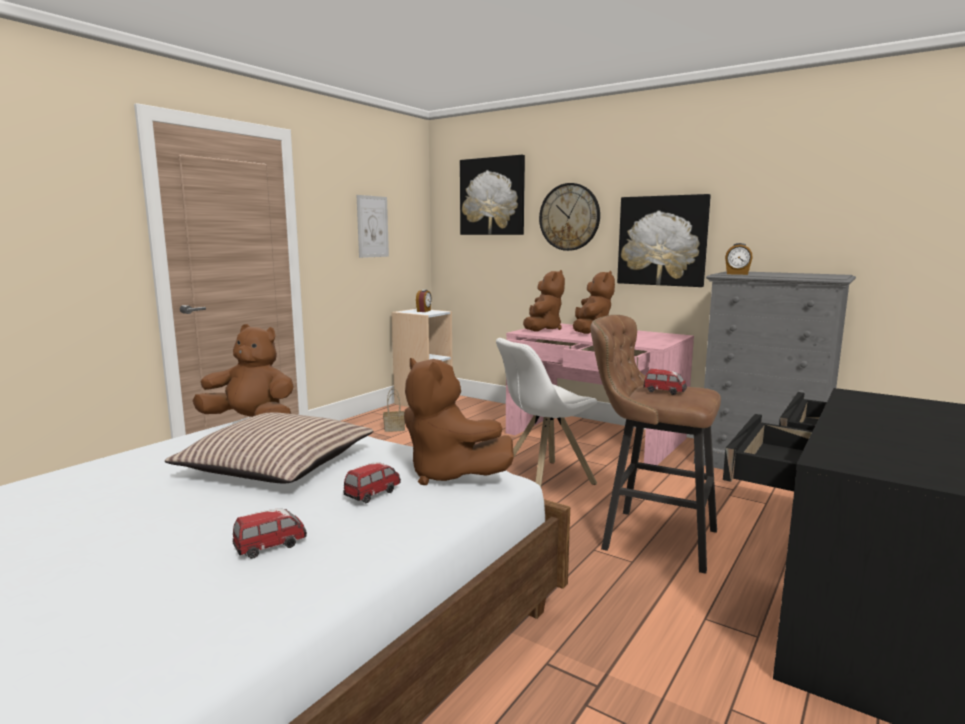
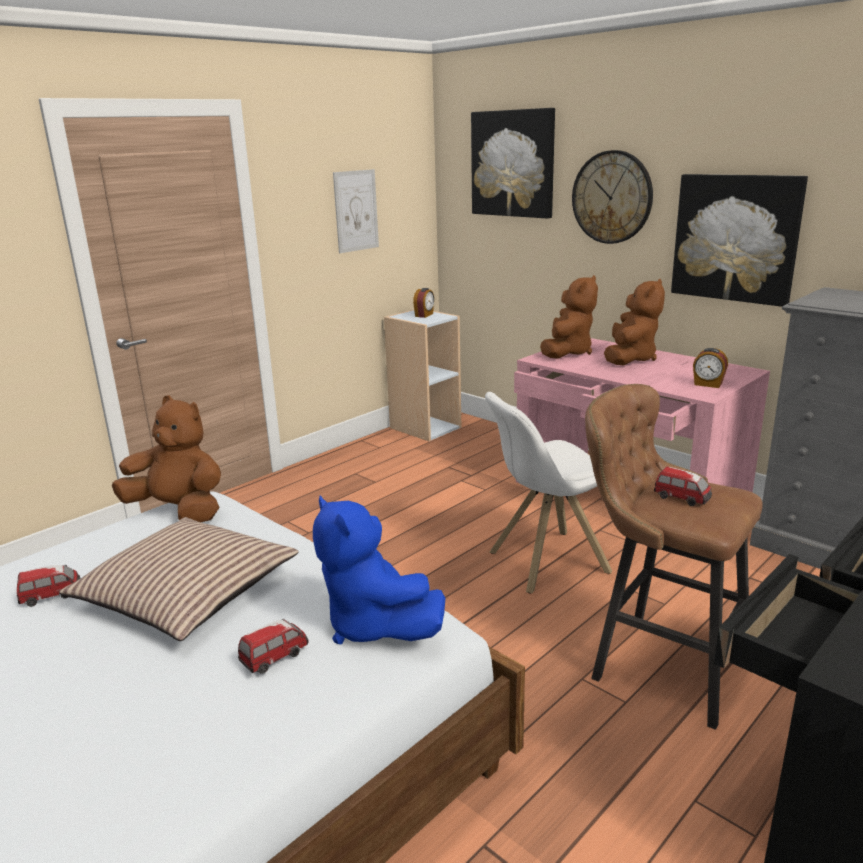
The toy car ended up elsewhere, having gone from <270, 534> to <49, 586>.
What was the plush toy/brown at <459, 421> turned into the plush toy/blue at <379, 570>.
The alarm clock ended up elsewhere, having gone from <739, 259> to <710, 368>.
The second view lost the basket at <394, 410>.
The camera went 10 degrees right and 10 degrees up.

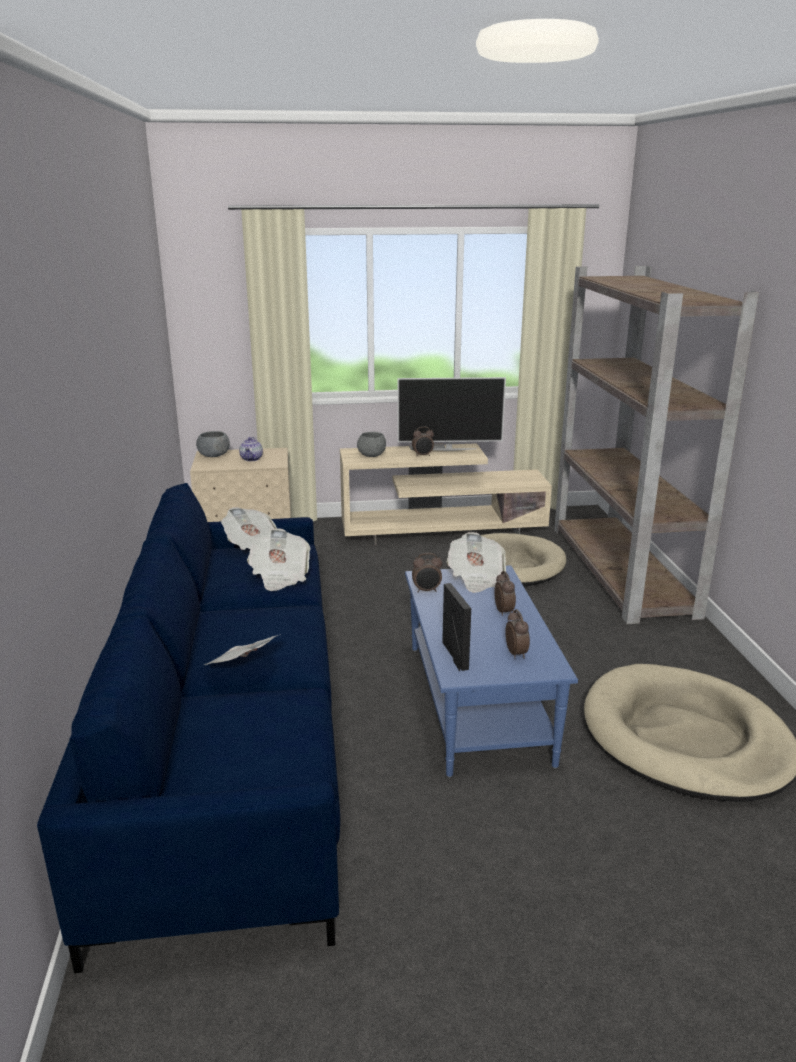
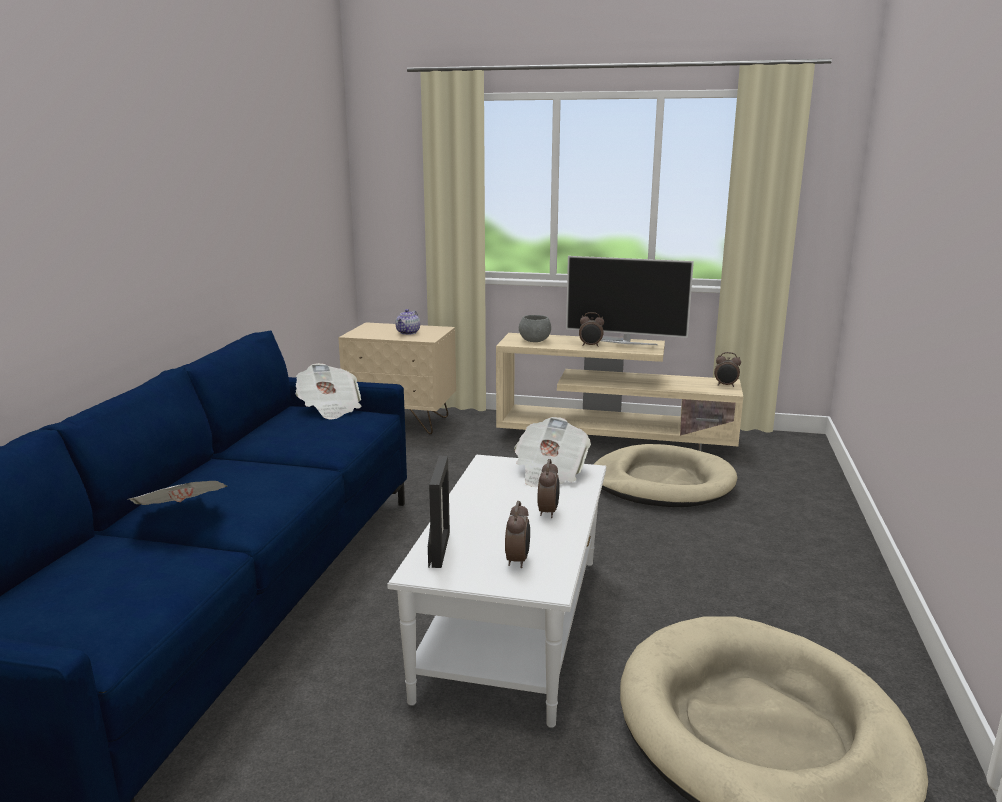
What was the coffee table/blue at <491, 671> turned into the coffee table/white at <496, 591>.
The alarm clock ended up elsewhere, having gone from <427, 572> to <727, 369>.
The second view lost the bowl/grey at <213, 444>.
The second view lost the newspaper at <279, 559>.
The second view lost the bookcase/brown at <656, 445>.
The camera went 20 degrees right and 5 degrees down.

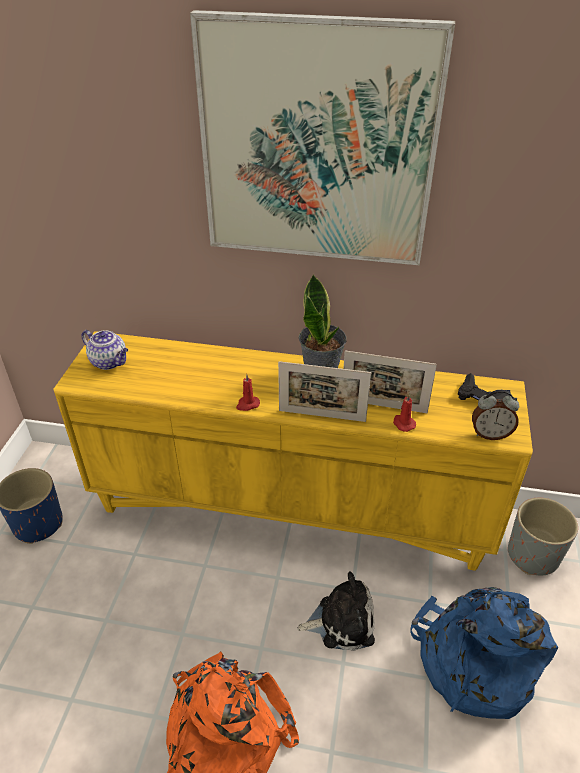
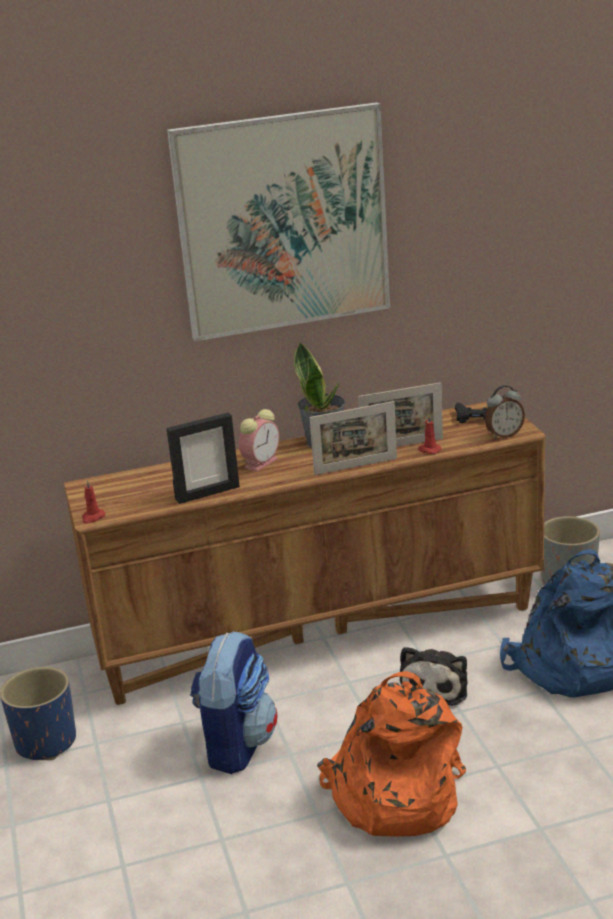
What was the dresser/yellow at <293, 451> turned into the dresser/brown at <304, 553>.
The candle/red ended up elsewhere, having gone from <248, 392> to <93, 502>.
The second view gained the picture frame at <203, 458>.
The second view gained the backpack at <234, 702>.
The second view gained the alarm clock at <259, 440>.
The plush toy at <336, 611> ended up facing another way, 135 degrees clockwise from before.
The second view lost the teapot at <104, 350>.
The camera went 25 degrees left and 15 degrees down.

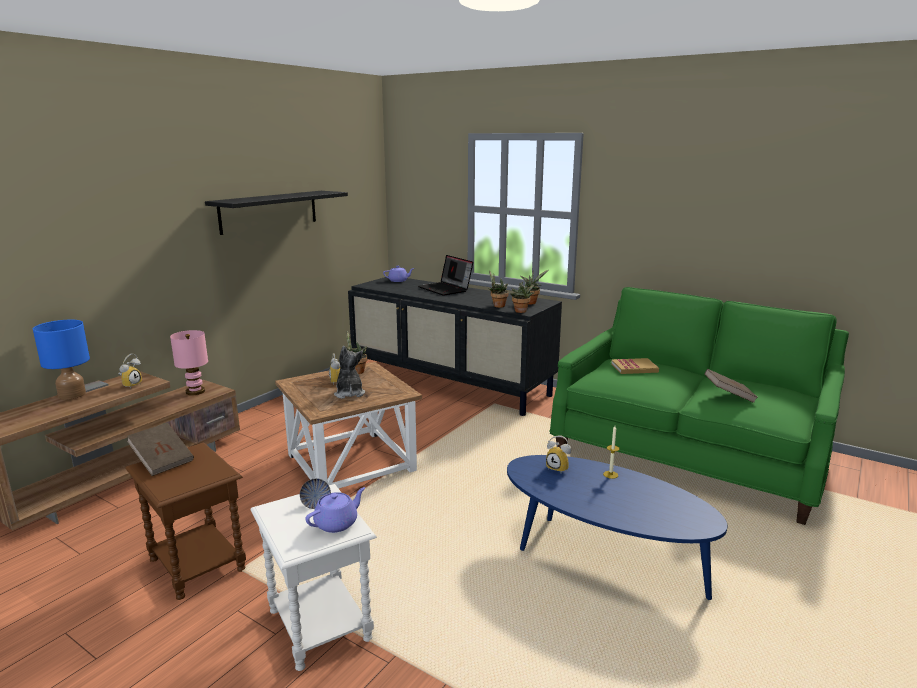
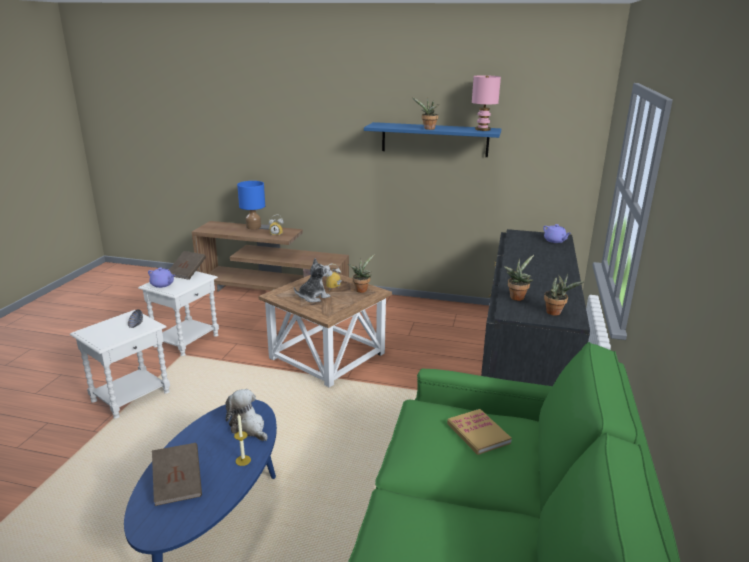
What was the side table/brown at <185, 521> turned into the side table/white at <178, 313>.
The teapot/purple ended up elsewhere, having gone from <335, 510> to <161, 278>.
The book/brown ended up elsewhere, having gone from <731, 386> to <177, 474>.
Where the alarm clock stood at <558, 453>, the plush toy came to stand at <247, 415>.
What was the shelf/black at <276, 213> turned into the shelf/blue at <432, 139>.
The potted plant ended up elsewhere, having gone from <522, 296> to <425, 113>.
The table lamp/pink ended up elsewhere, having gone from <189, 362> to <486, 103>.
The second view lost the laptop at <445, 275>.
The camera went 70 degrees right and 5 degrees up.

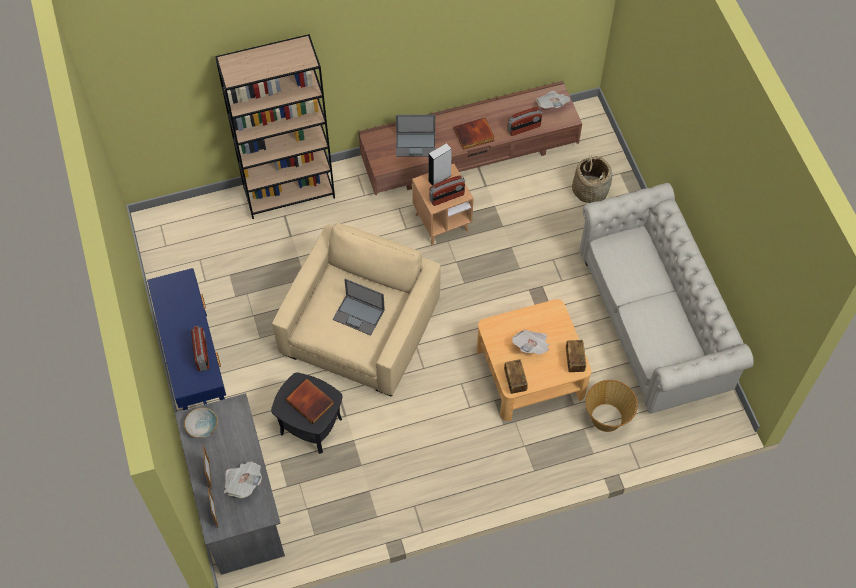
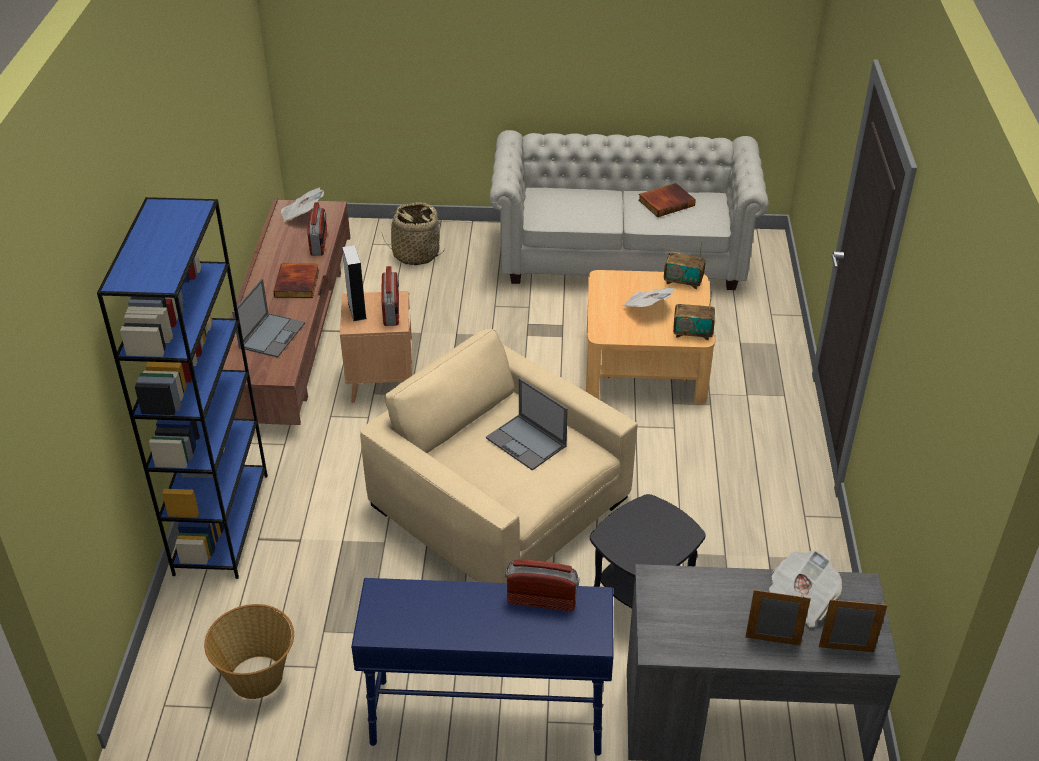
What was the bookcase/beige at <275, 126> turned into the bookcase/blue at <182, 388>.
The basket ended up elsewhere, having gone from <611, 406> to <249, 651>.
The laptop at <359, 307> ended up facing another way, 90 degrees clockwise from before.
The book ended up elsewhere, having gone from <310, 401> to <667, 200>.
The second view lost the bowl at <200, 422>.
The camera went 70 degrees left and 20 degrees down.

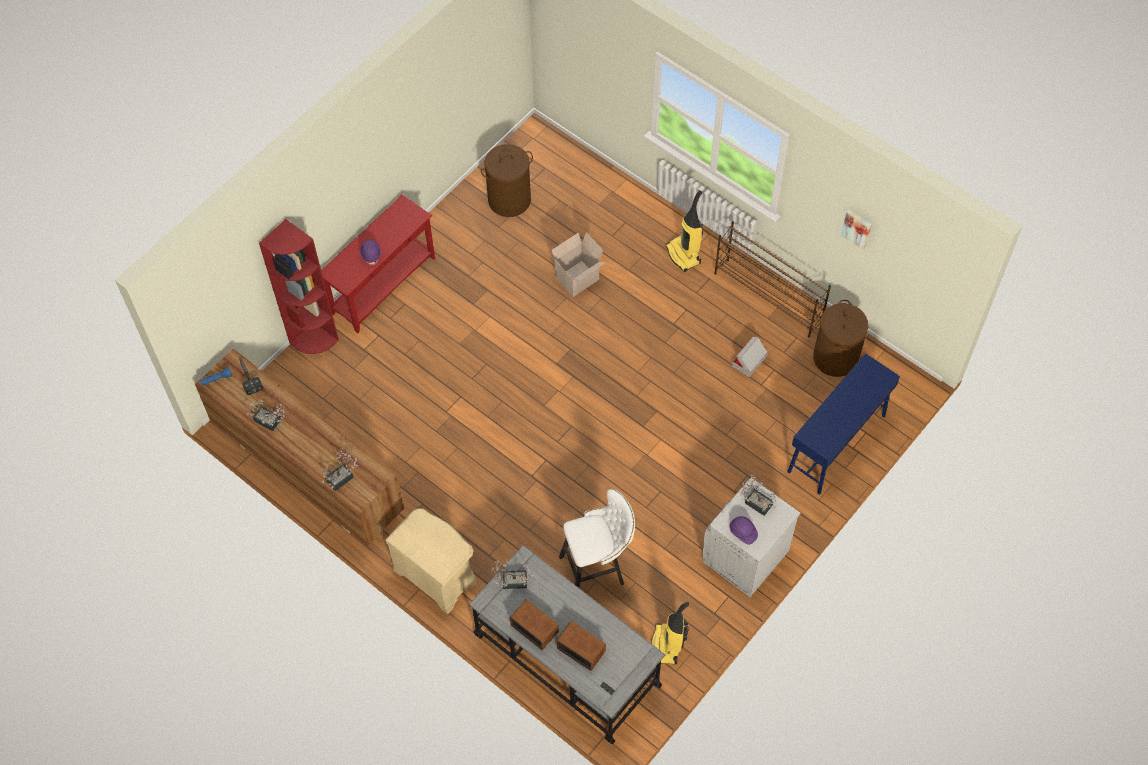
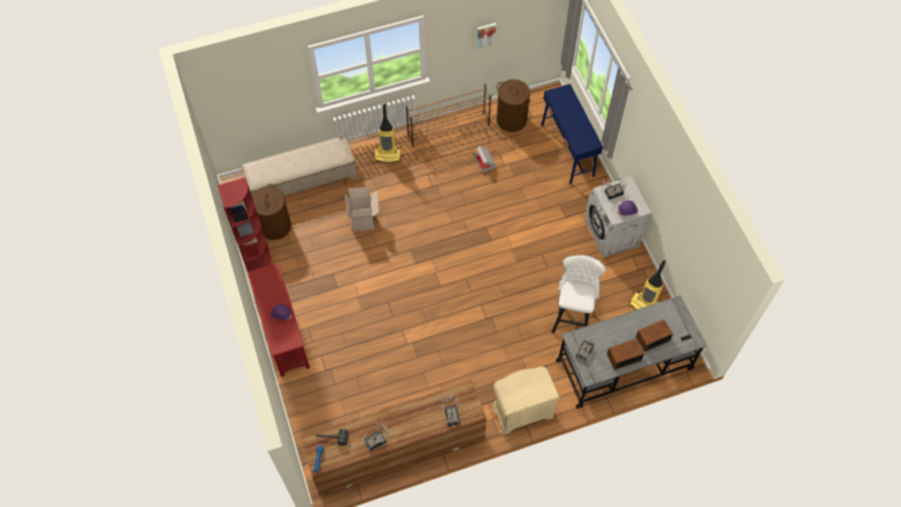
The bookcase/red ended up elsewhere, having gone from <299, 286> to <244, 224>.
The second view gained the bench/beige at <299, 166>.
The camera went 60 degrees left and 0 degrees up.

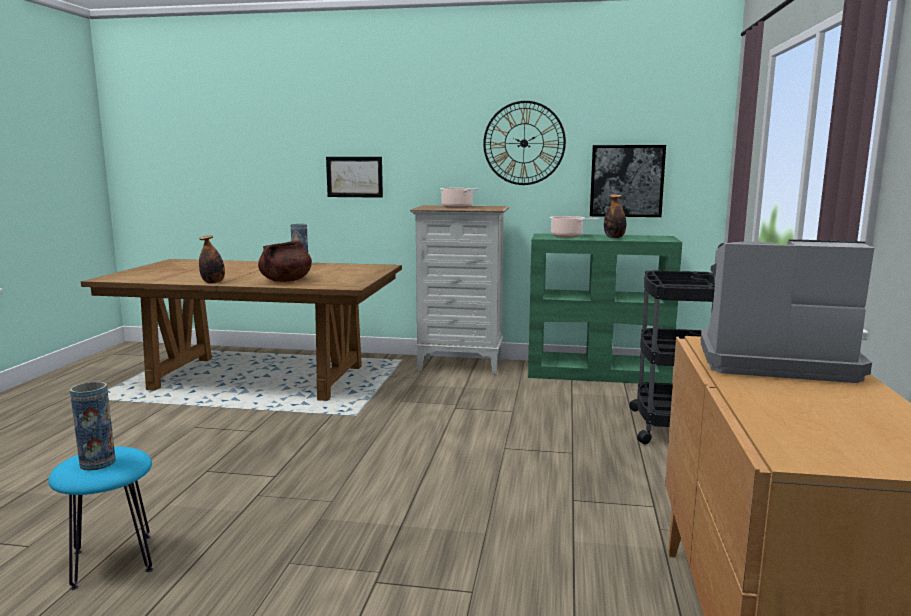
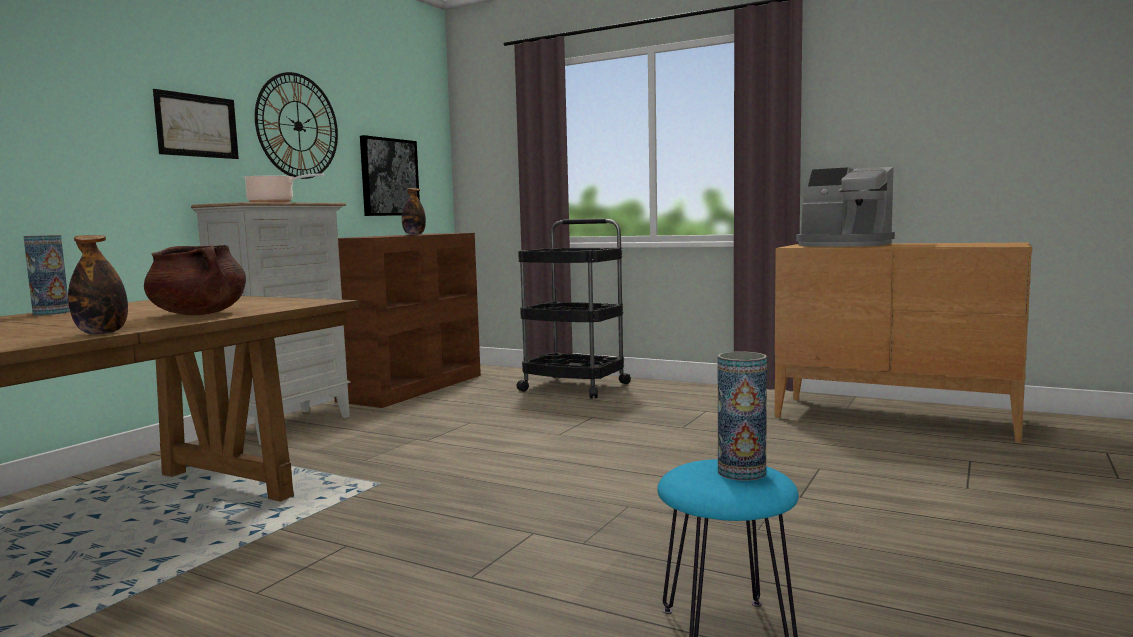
The picture ended up elsewhere, having gone from <354, 177> to <196, 124>.
What was the bookcase/green at <605, 308> turned into the bookcase/brown at <407, 320>.
The coffee machine at <787, 311> ended up facing another way, 90 degrees counterclockwise from before.
The second view lost the cooking pot at <574, 226>.
The camera went 70 degrees left and 5 degrees down.

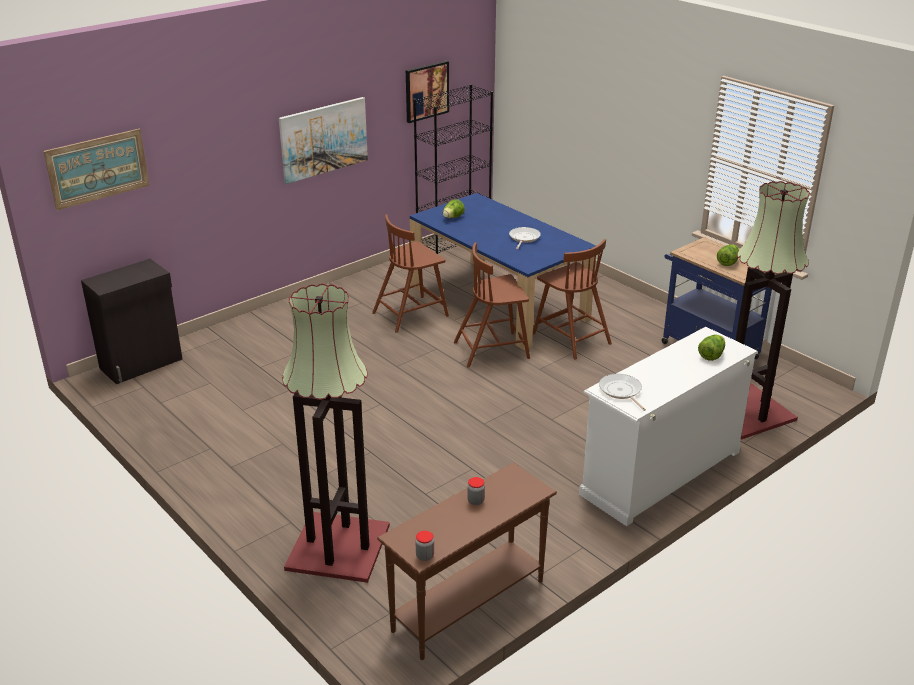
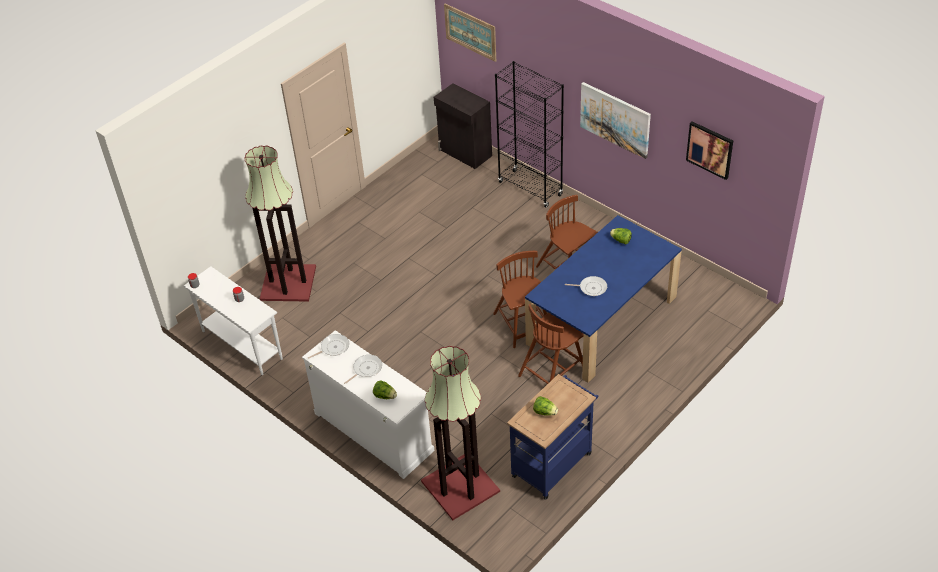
What was the console table/brown at <467, 561> turned into the console table/white at <233, 320>.
The second view gained the frying pan at <363, 369>.
The bookcase/black ended up elsewhere, having gone from <453, 169> to <529, 134>.
The camera went 85 degrees right and 15 degrees up.

